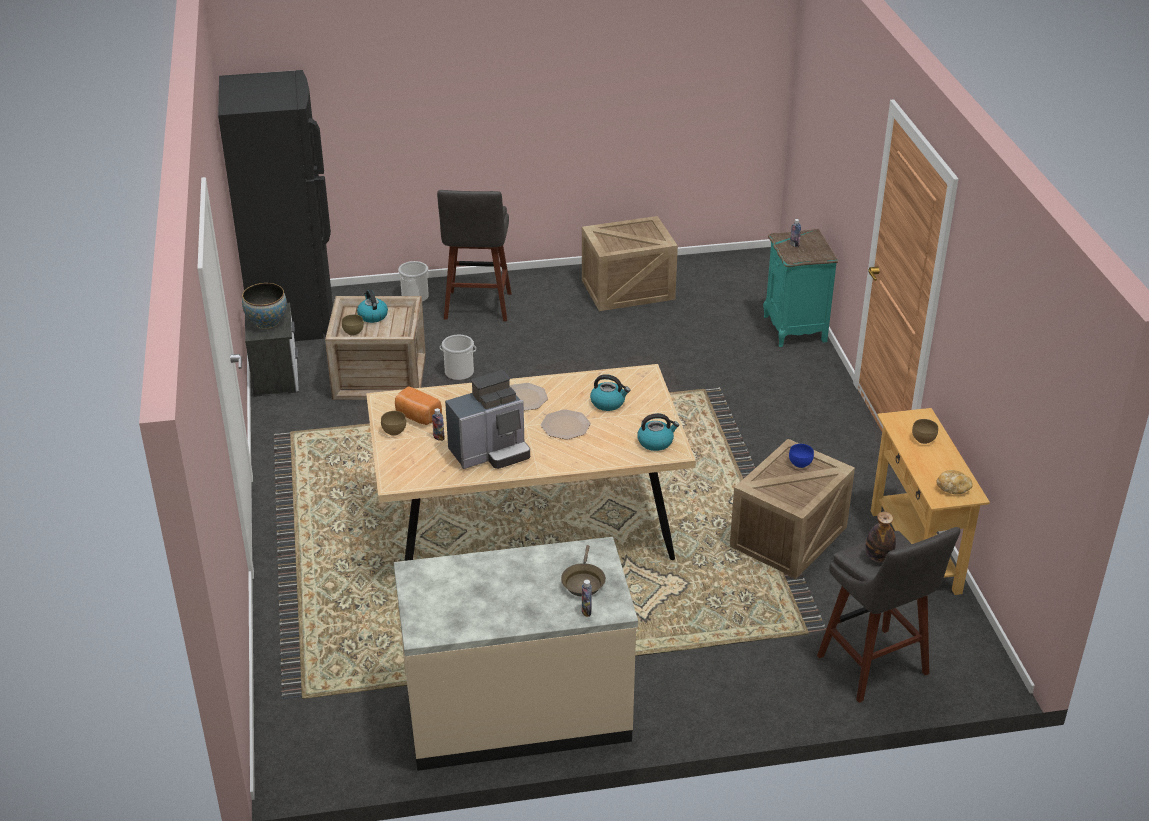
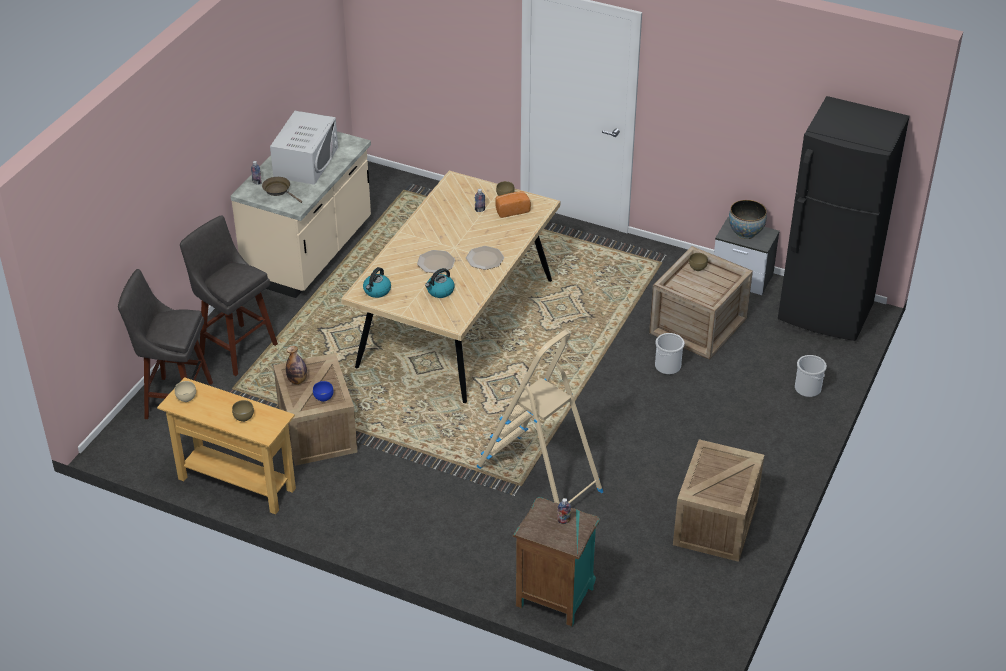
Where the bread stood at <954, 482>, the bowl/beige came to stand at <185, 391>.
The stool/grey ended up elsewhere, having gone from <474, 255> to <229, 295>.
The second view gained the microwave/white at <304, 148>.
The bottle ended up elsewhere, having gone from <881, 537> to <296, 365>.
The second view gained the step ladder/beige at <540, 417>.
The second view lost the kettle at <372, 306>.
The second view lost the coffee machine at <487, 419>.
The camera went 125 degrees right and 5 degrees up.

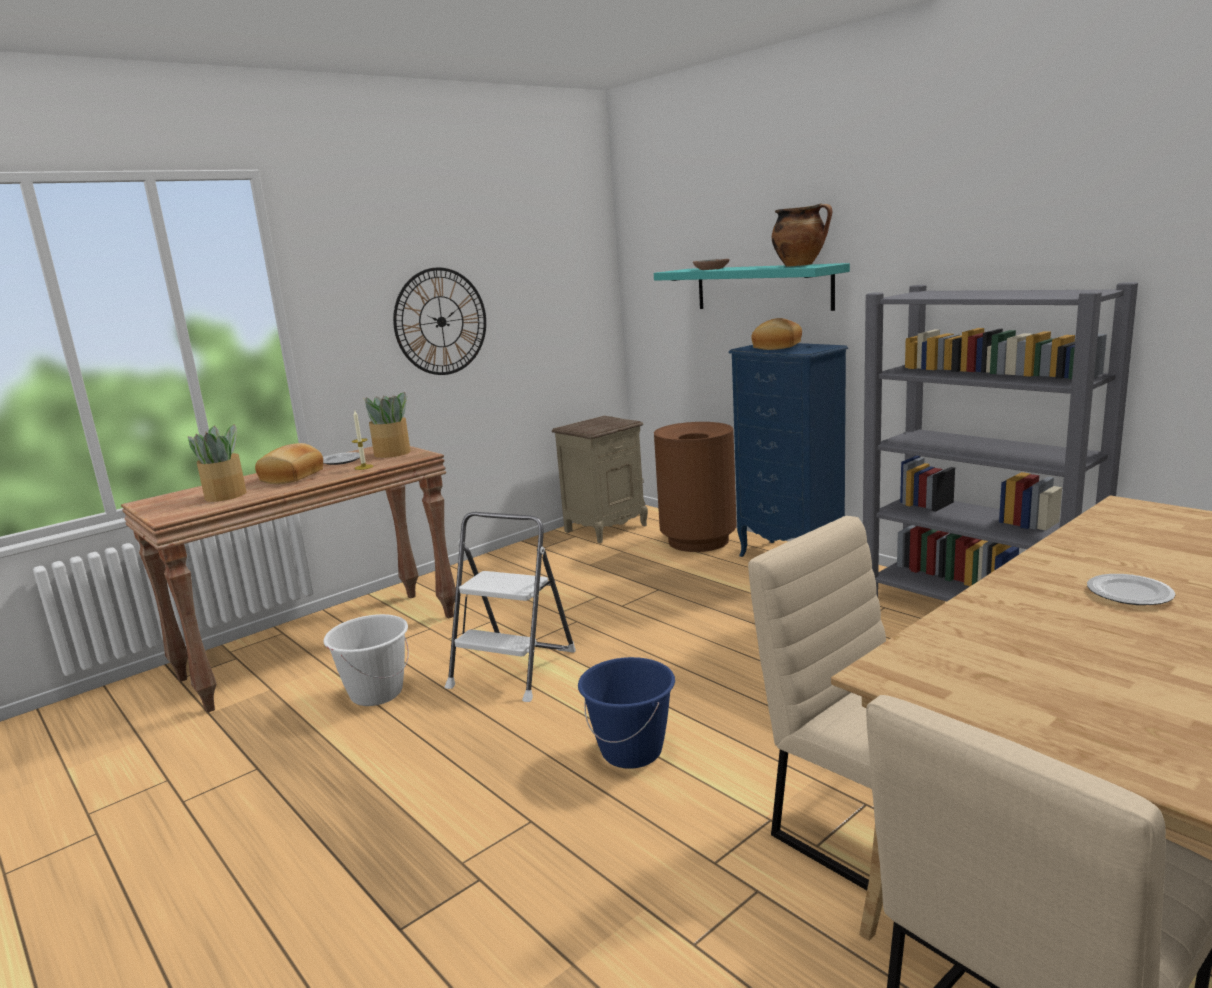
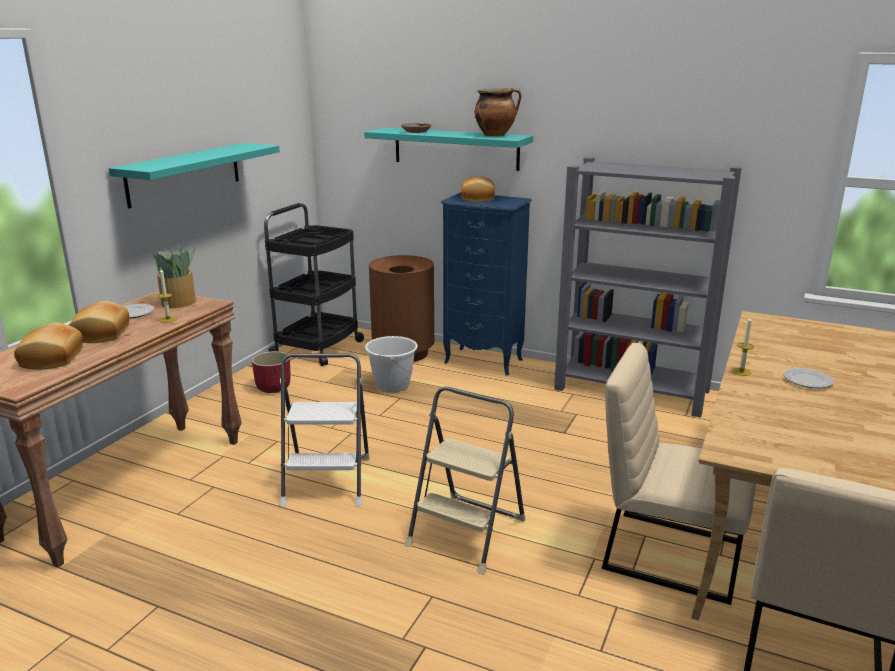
Where the potted plant stood at <217, 463>, the bread came to stand at <48, 346>.
Where the wall clock hung at <439, 321>, the shelf/turquoise came to hang at <194, 176>.
The second view gained the planter/red at <271, 372>.
Where the nightstand/beige stood at <600, 479>, the cart/black came to stand at <314, 284>.
The bucket/white ended up elsewhere, having gone from <366, 660> to <391, 364>.
Where the bucket/blue stood at <626, 713>, the step ladder/beige came to stand at <464, 480>.
The second view gained the candle at <743, 346>.
The camera went 25 degrees left and 5 degrees up.

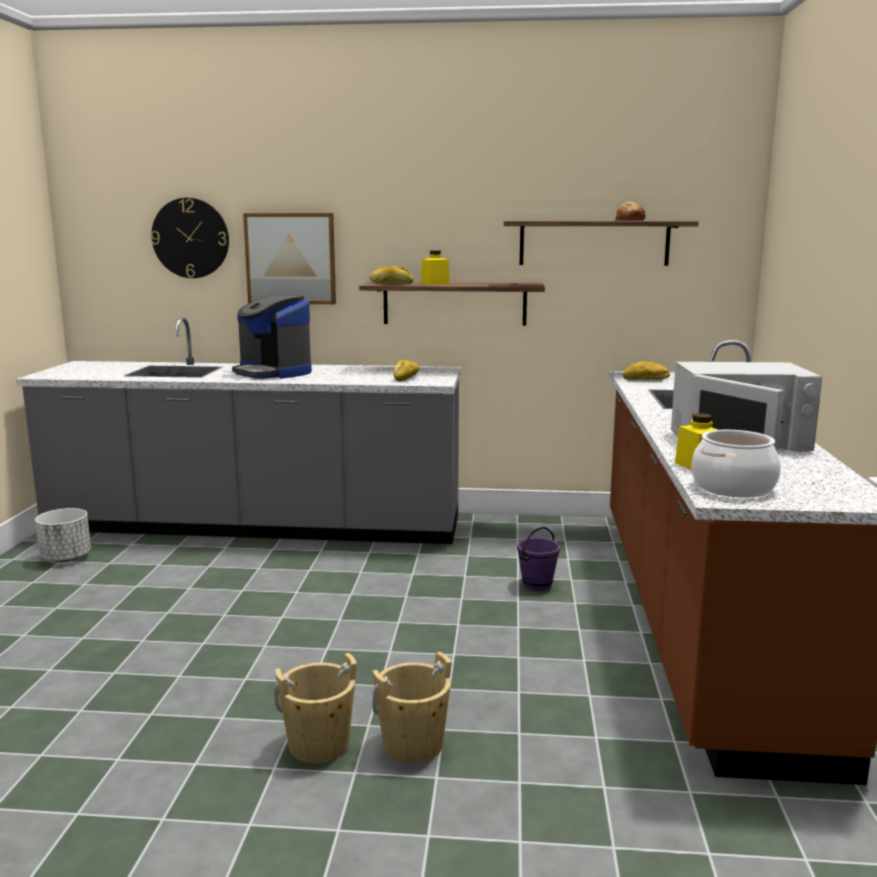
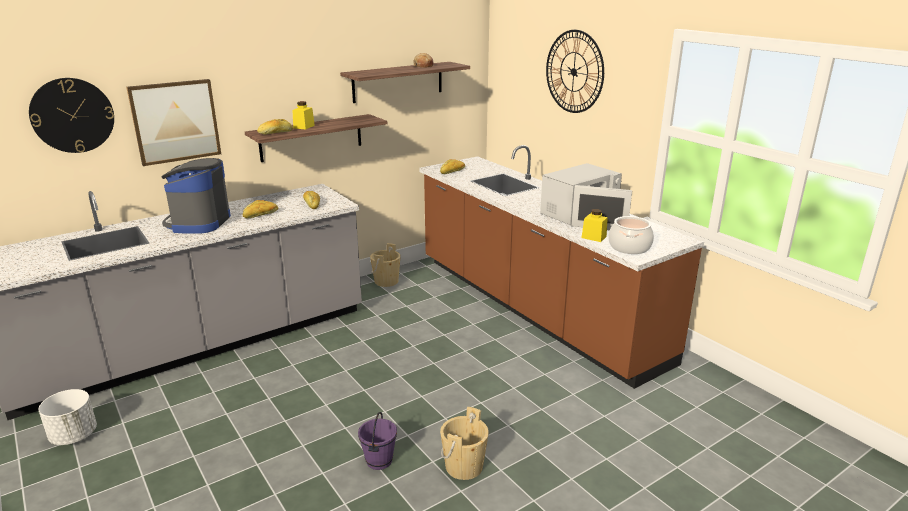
The coffee machine at <272, 337> ended up facing another way, 90 degrees clockwise from before.
The second view gained the bread at <260, 209>.
The bucket/purple ended up elsewhere, having gone from <538, 559> to <377, 441>.
The bucket/beige ended up elsewhere, having gone from <412, 707> to <385, 265>.
The second view gained the wall clock at <575, 71>.
The camera went 40 degrees left and 10 degrees up.

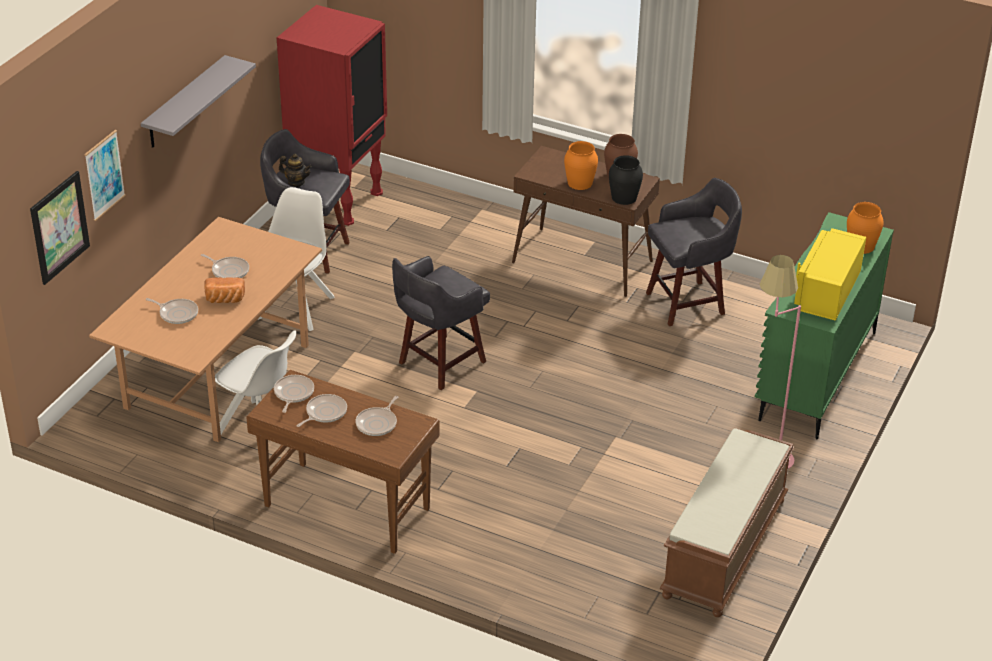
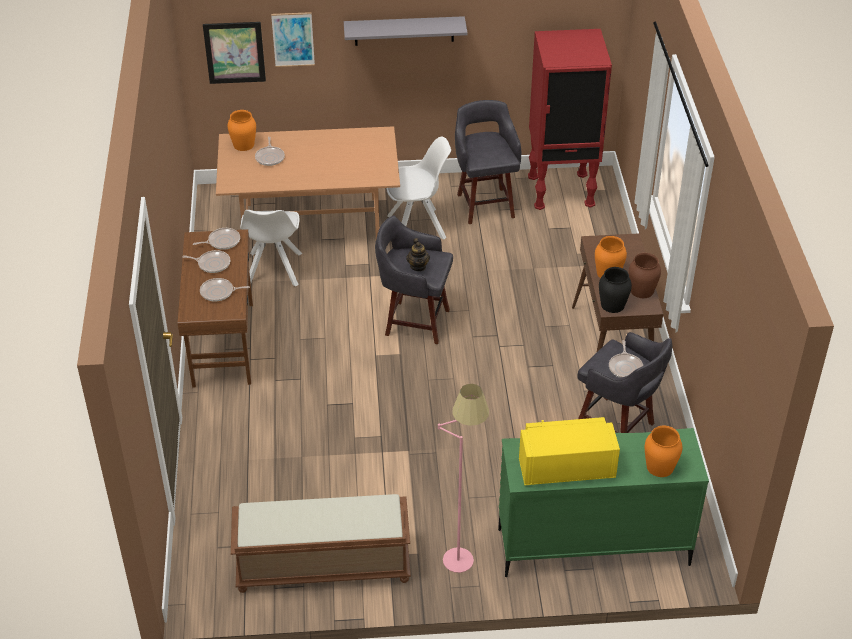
The second view gained the vase/orange at <242, 130>.
The teapot ended up elsewhere, having gone from <295, 170> to <418, 255>.
The frying pan ended up elsewhere, having gone from <225, 266> to <626, 359>.
The second view lost the bread at <224, 290>.
The camera went 60 degrees right and 5 degrees up.

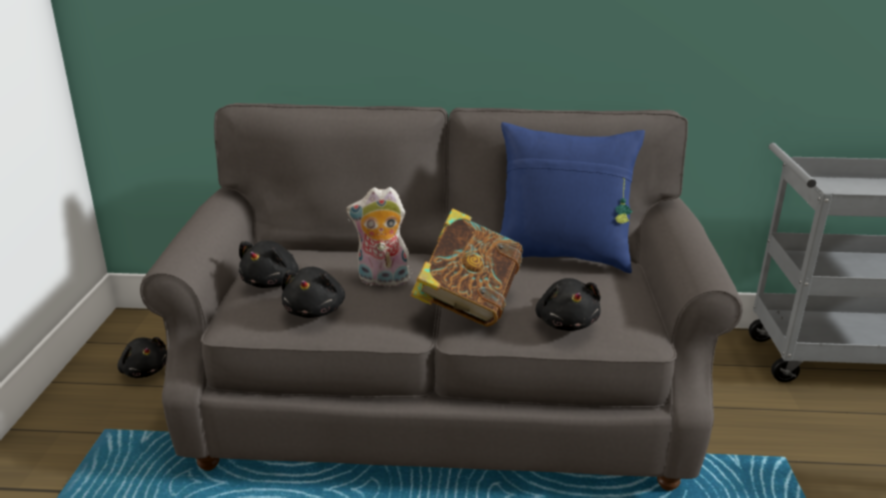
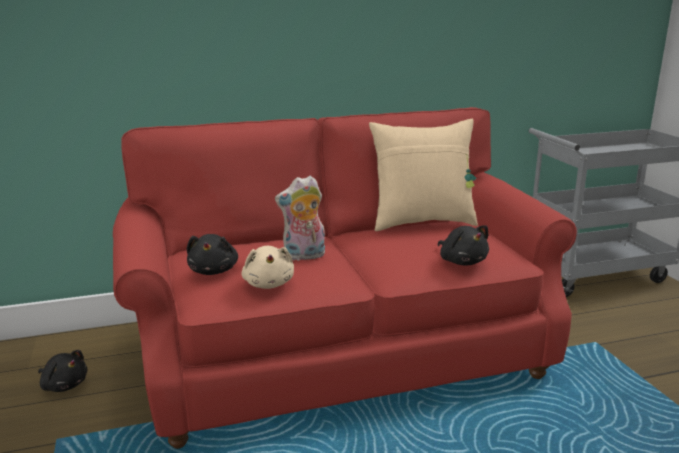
What was the sofa/grey at <441, 297> turned into the sofa/red at <345, 278>.
What was the plush toy/black at <313, 292> turned into the plush toy/beige at <267, 267>.
What was the pillow/blue at <572, 197> turned into the pillow/beige at <423, 175>.
The second view lost the book at <466, 267>.
The camera went 20 degrees left and 5 degrees down.

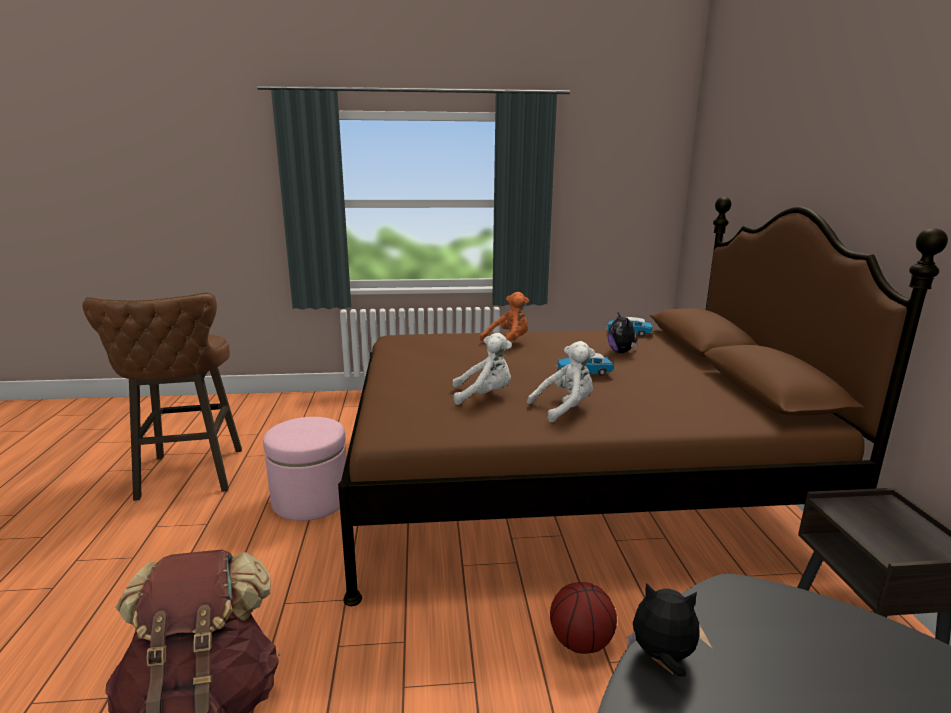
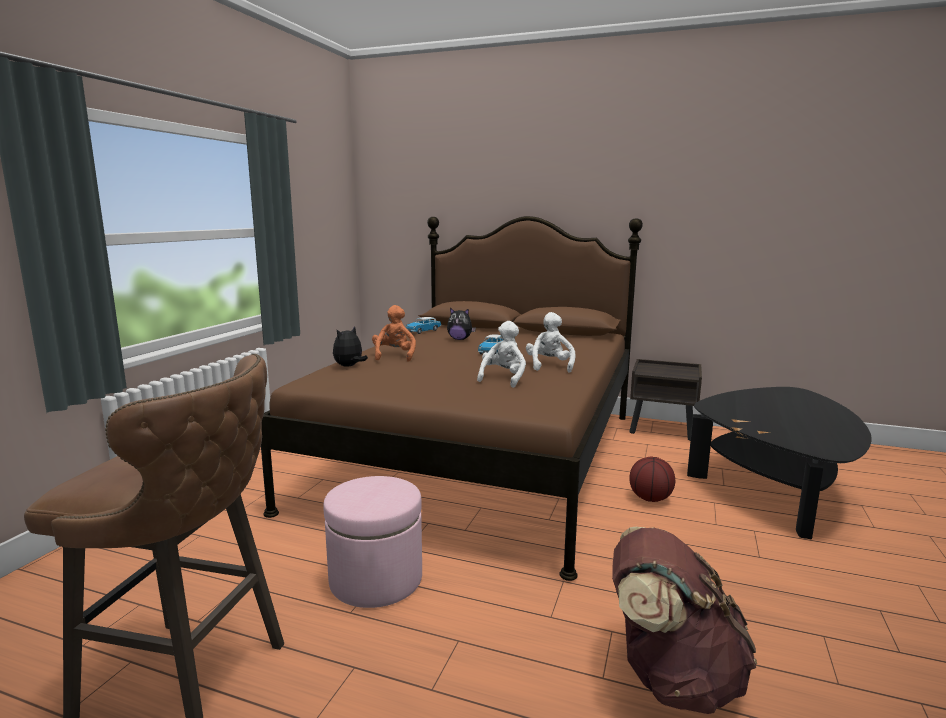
The plush toy ended up elsewhere, having gone from <663, 630> to <350, 346>.
The camera went 65 degrees left and 5 degrees down.

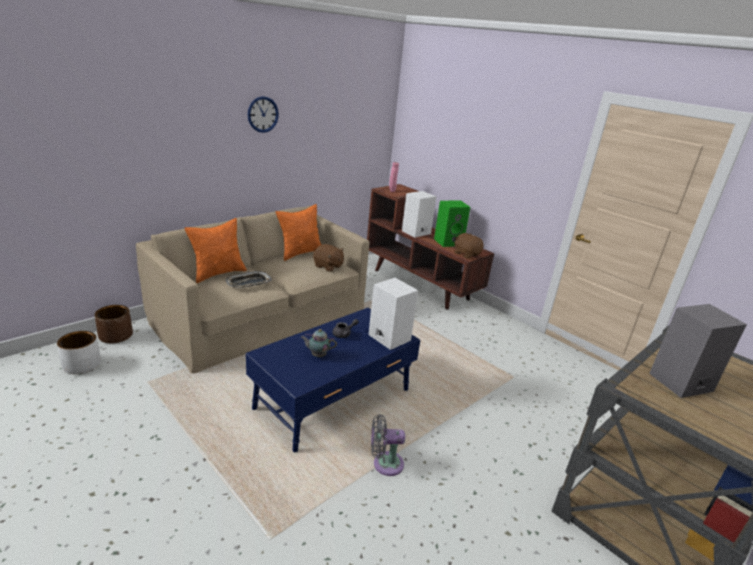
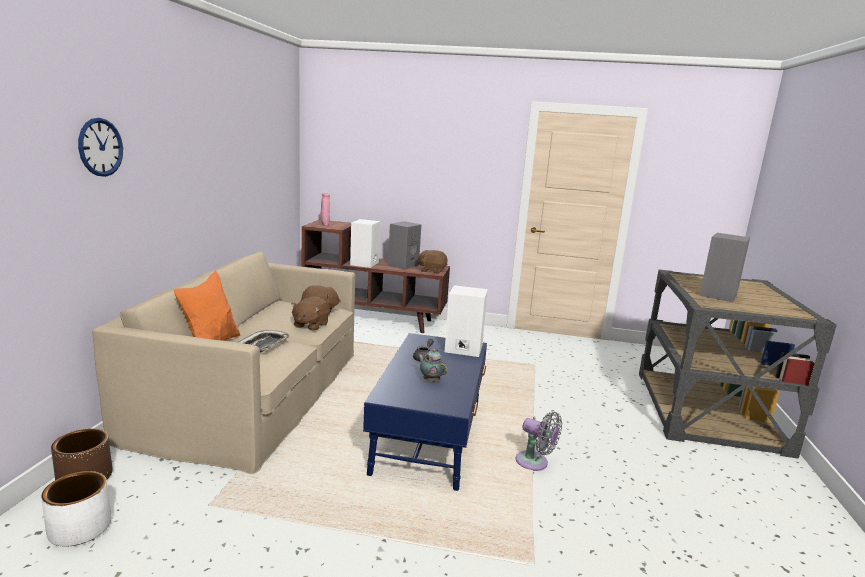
The wall clock ended up elsewhere, having gone from <263, 114> to <100, 147>.
The second view gained the plush toy/brown at <310, 314>.
What was the speaker/green at <452, 223> turned into the speaker/grey at <405, 245>.
The teapot at <319, 343> ended up facing another way, 75 degrees clockwise from before.
The fan/grey at <388, 445> ended up facing another way, 105 degrees counterclockwise from before.
The second view lost the pillow/orange at <298, 232>.
The camera went 35 degrees left and 10 degrees down.

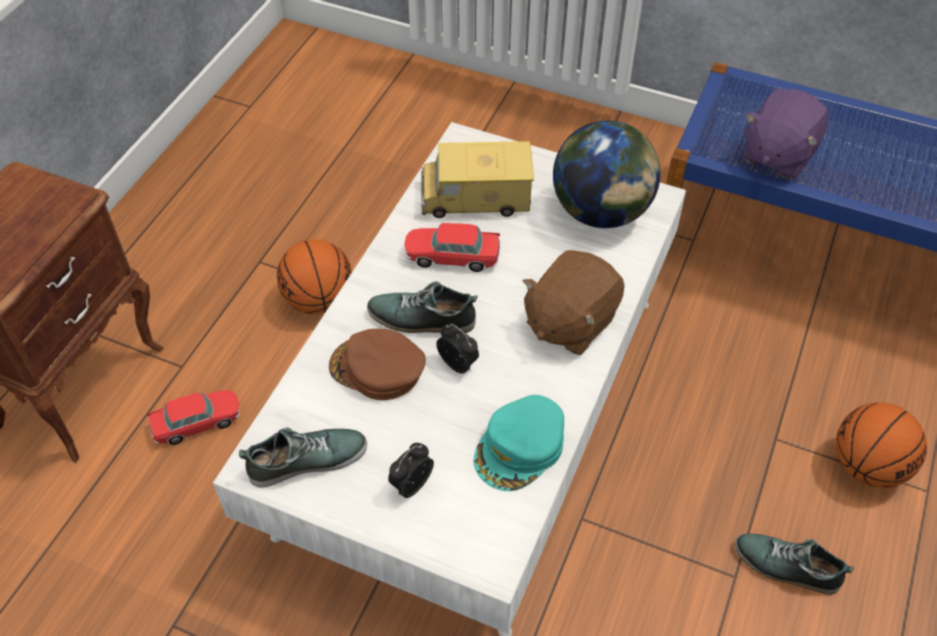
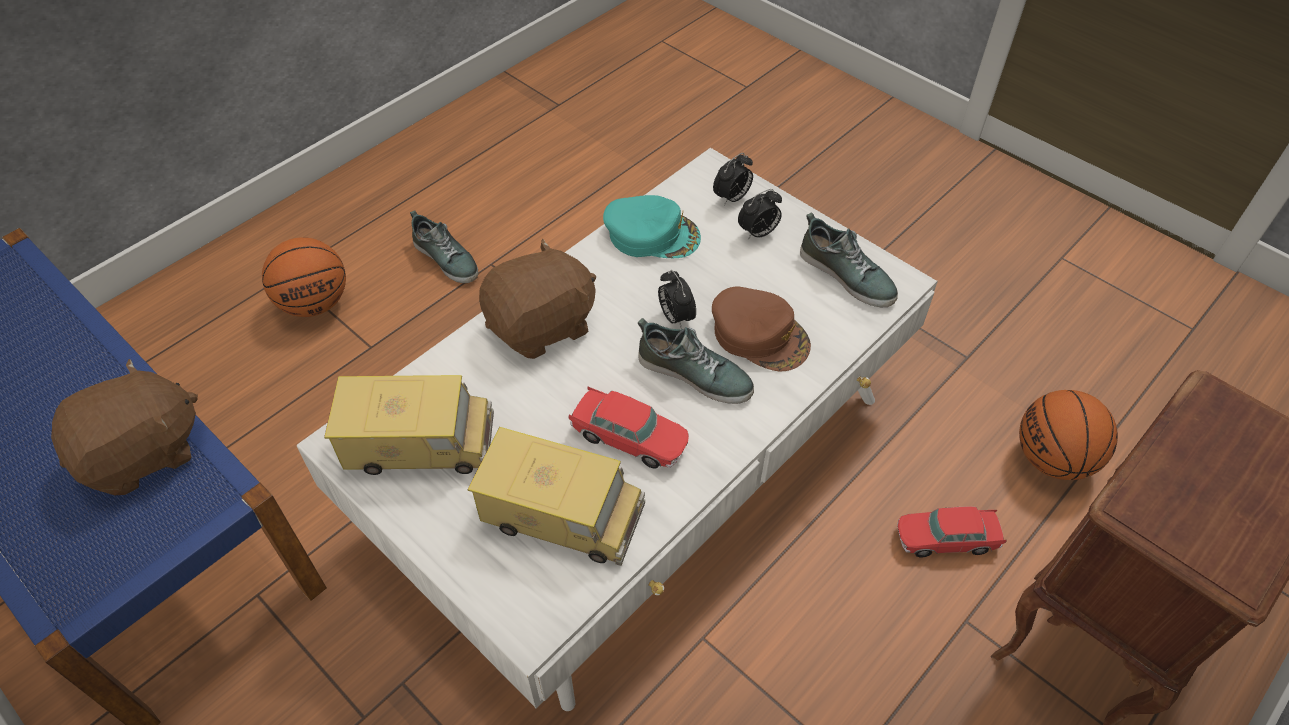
What was the plush toy/purple at <785, 134> turned into the plush toy/brown at <124, 427>.
Where the globe stood at <606, 174>, the toy truck came to stand at <409, 425>.
The cap/turquoise at <519, 443> ended up facing another way, 45 degrees clockwise from before.
The second view gained the alarm clock at <733, 179>.
The shoe at <303, 457> ended up facing another way, 135 degrees counterclockwise from before.
The basketball ended up elsewhere, having gone from <314, 276> to <1068, 435>.
The camera went 160 degrees left and 0 degrees up.

